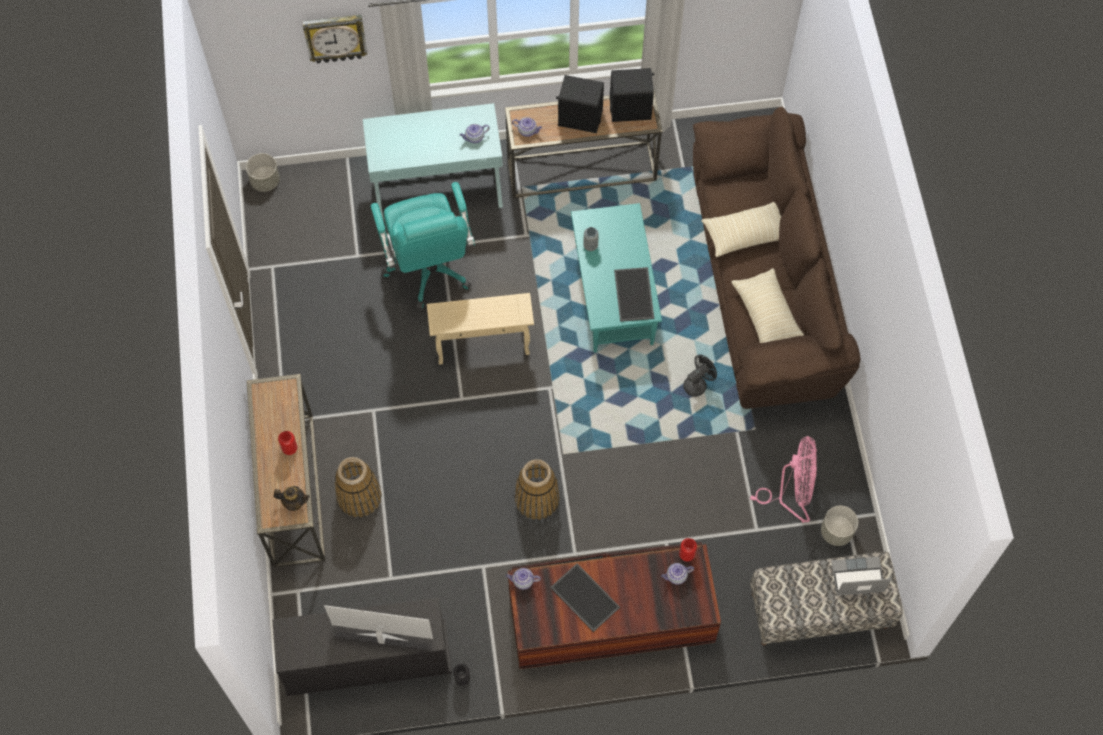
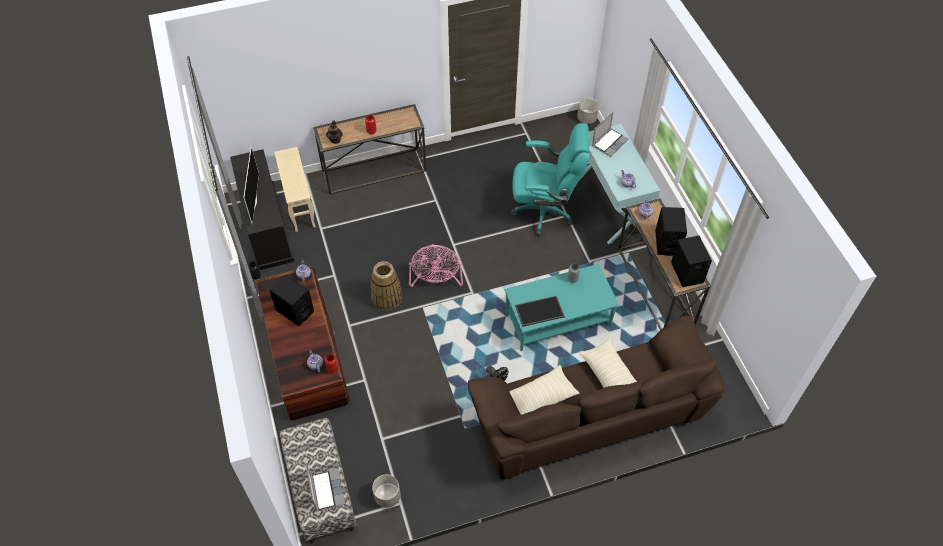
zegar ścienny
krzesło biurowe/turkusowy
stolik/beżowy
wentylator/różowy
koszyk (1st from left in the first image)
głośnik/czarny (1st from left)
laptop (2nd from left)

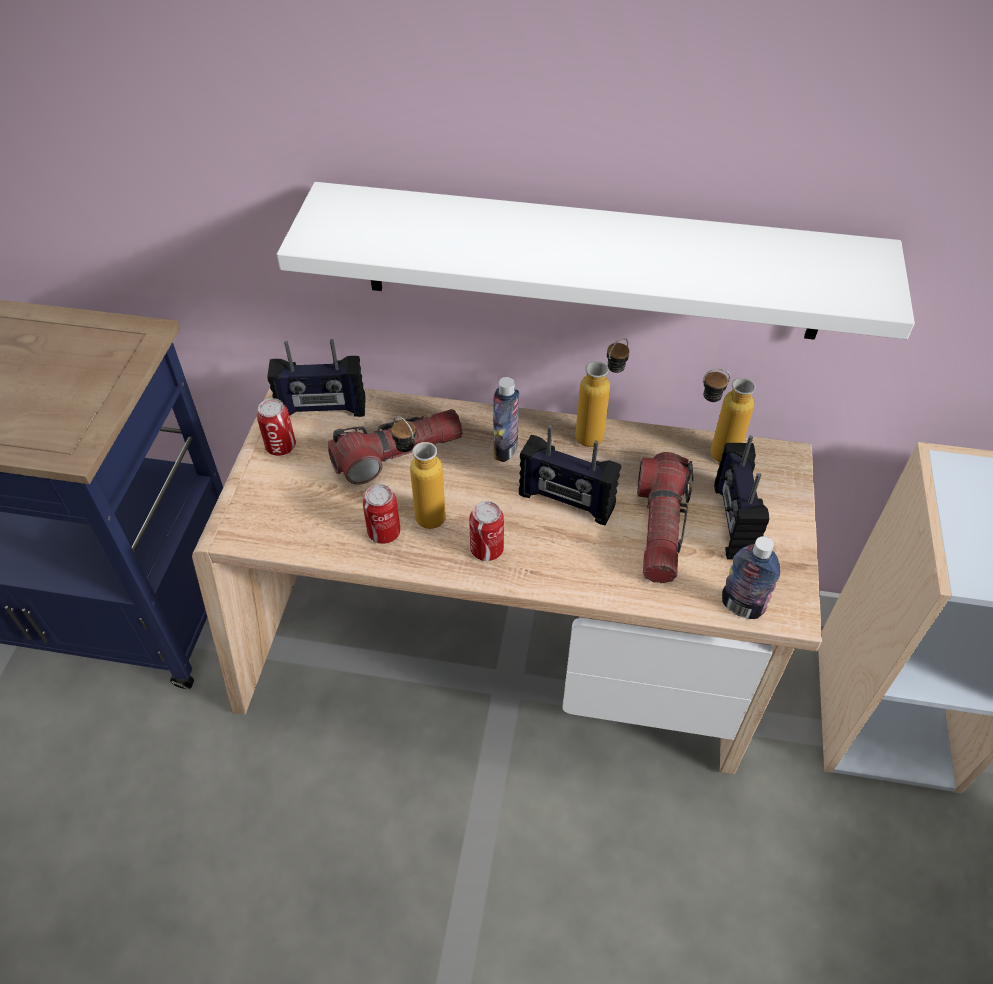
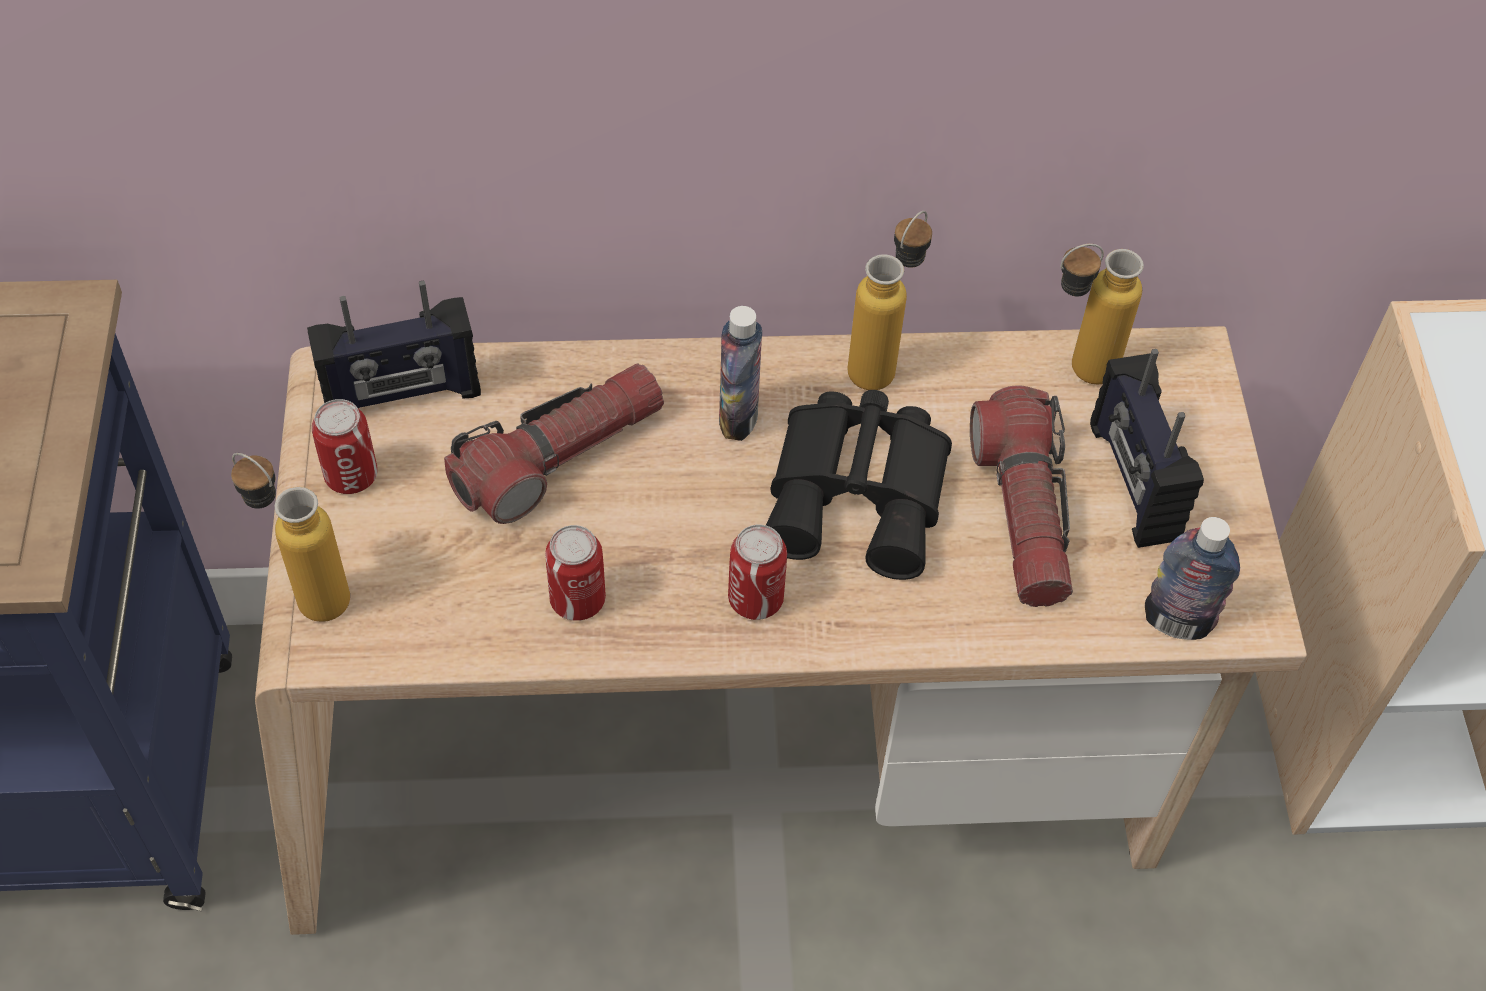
półka/biały
butelka (1st from left)
lornetka/czarny

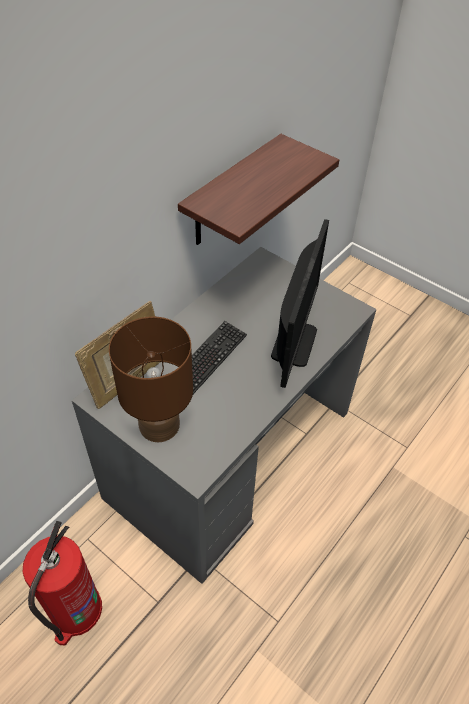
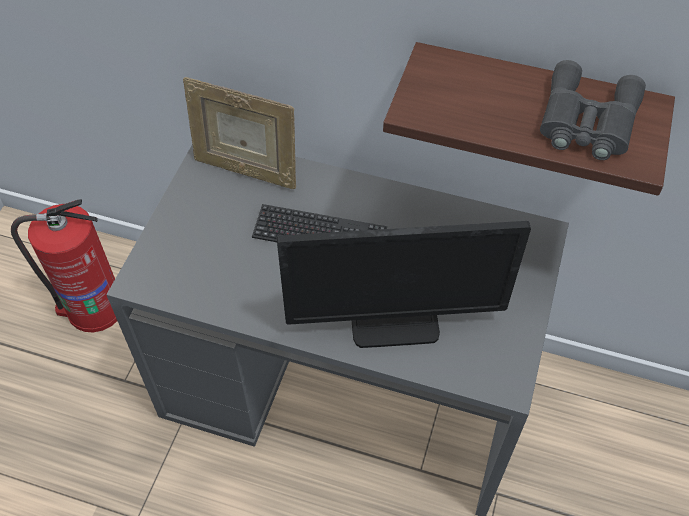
lampa stołowa/brązowy
lornetka/szary

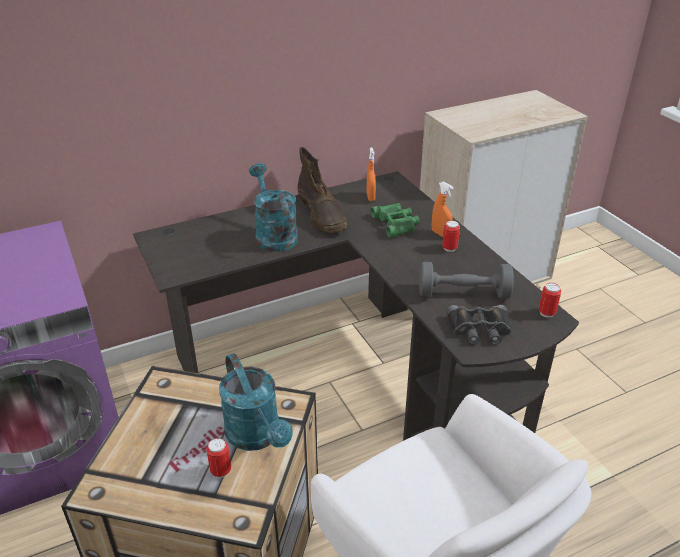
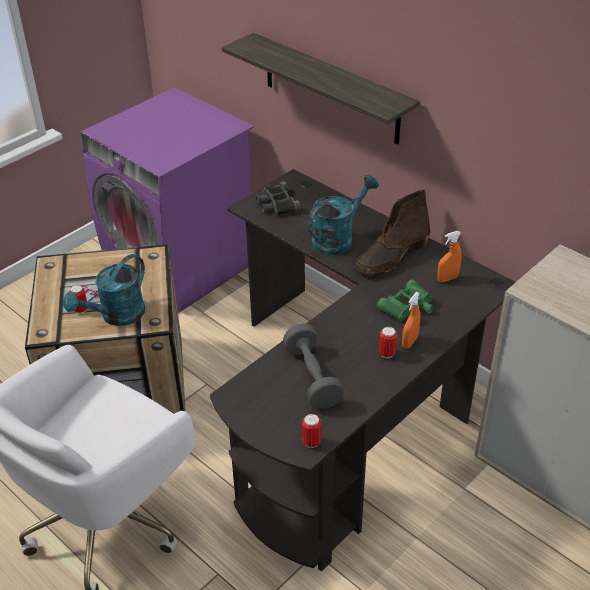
lornetka/czarny
półka

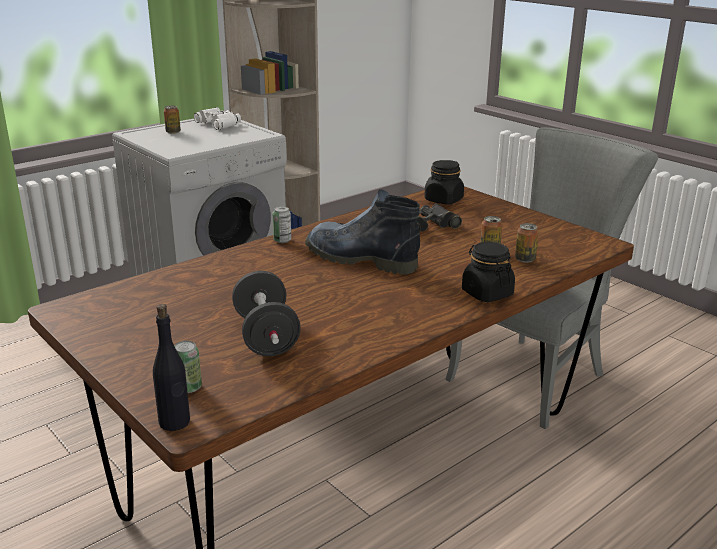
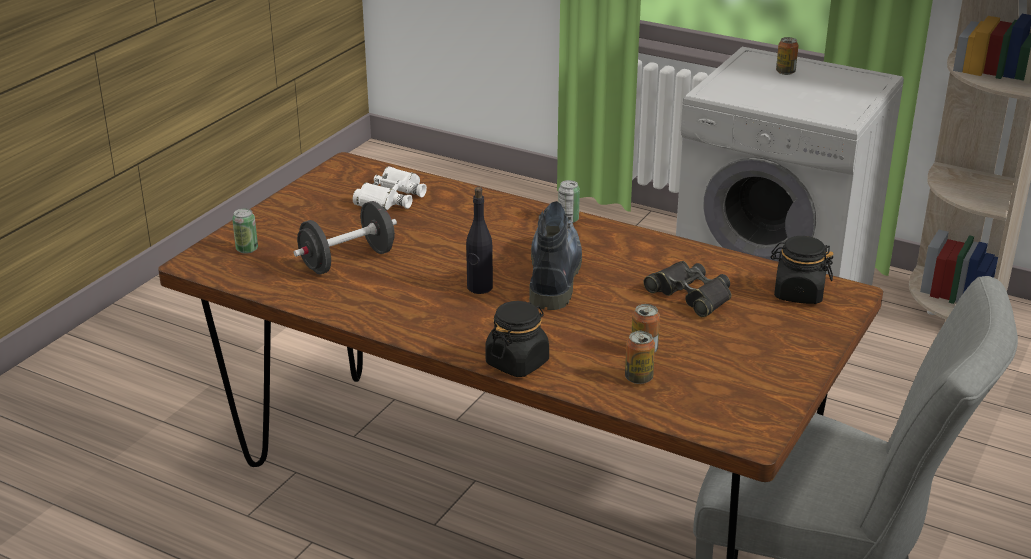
lornetka/biały
butelka/czarny

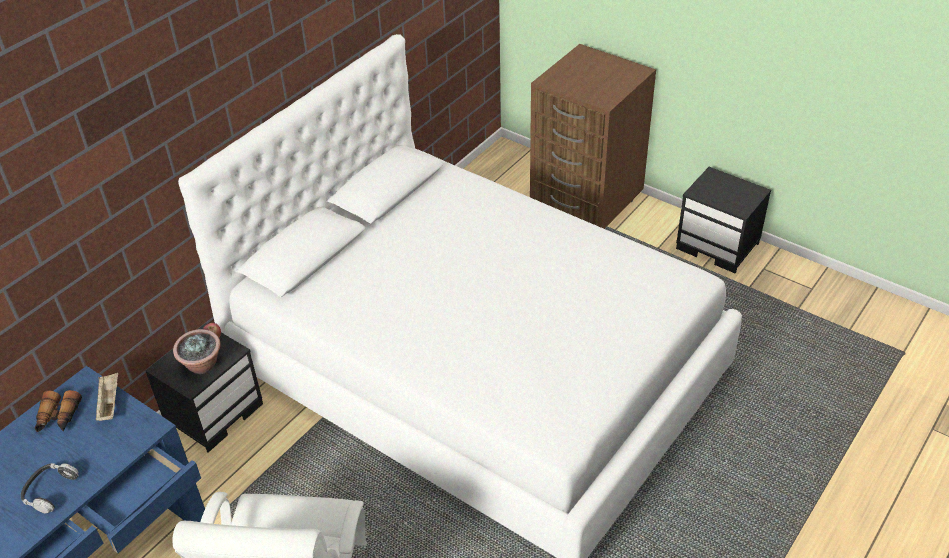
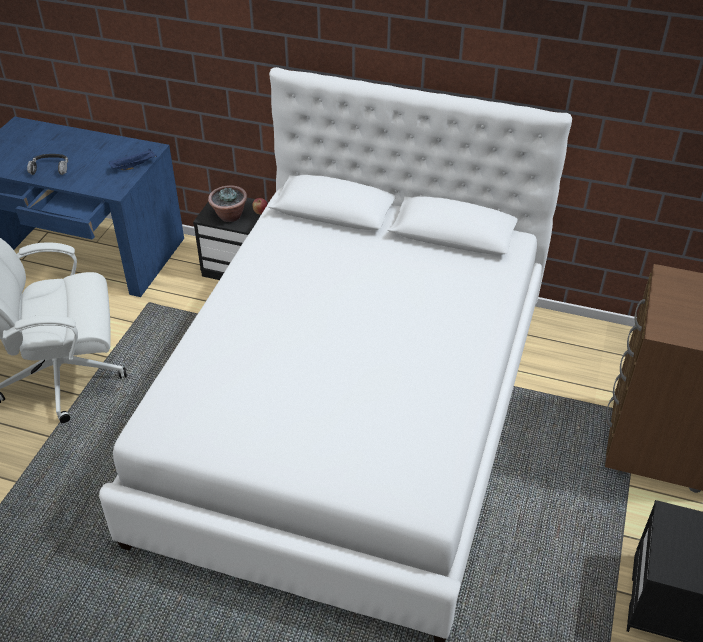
taca/niebieski
lornetka

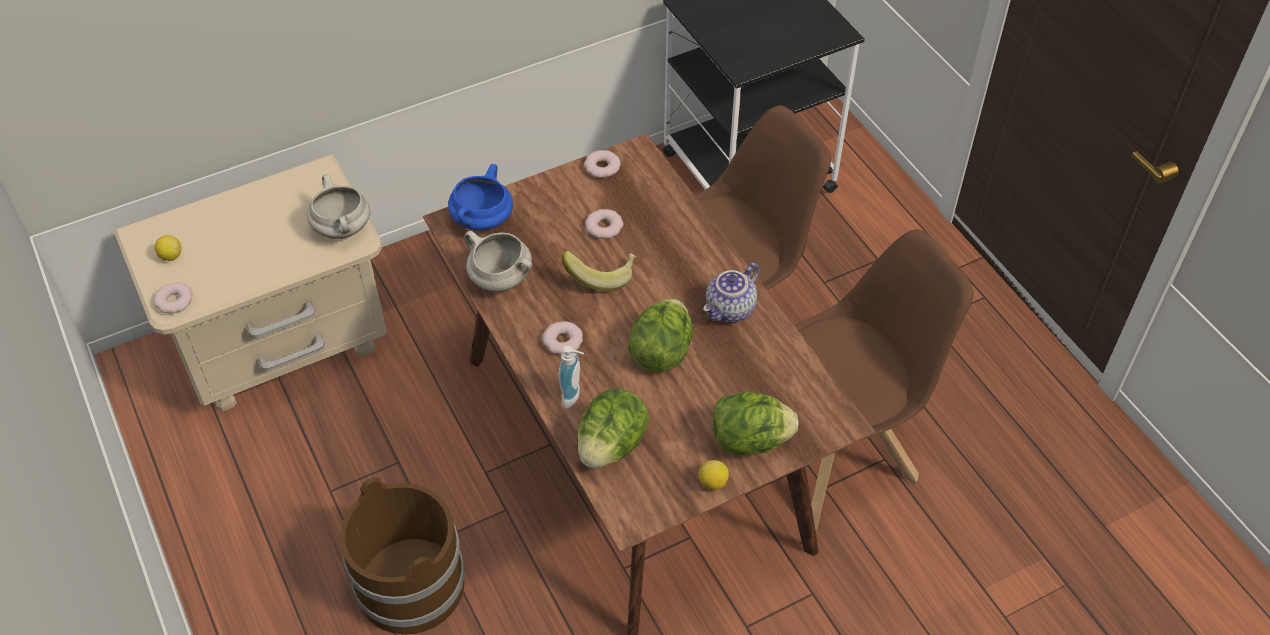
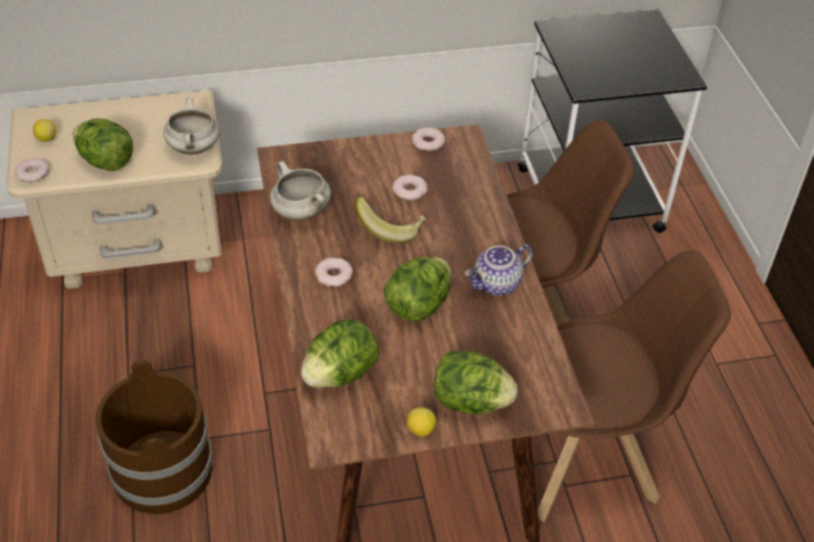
garnek/niebieski
dozownik mydła
sałata (1st from left)

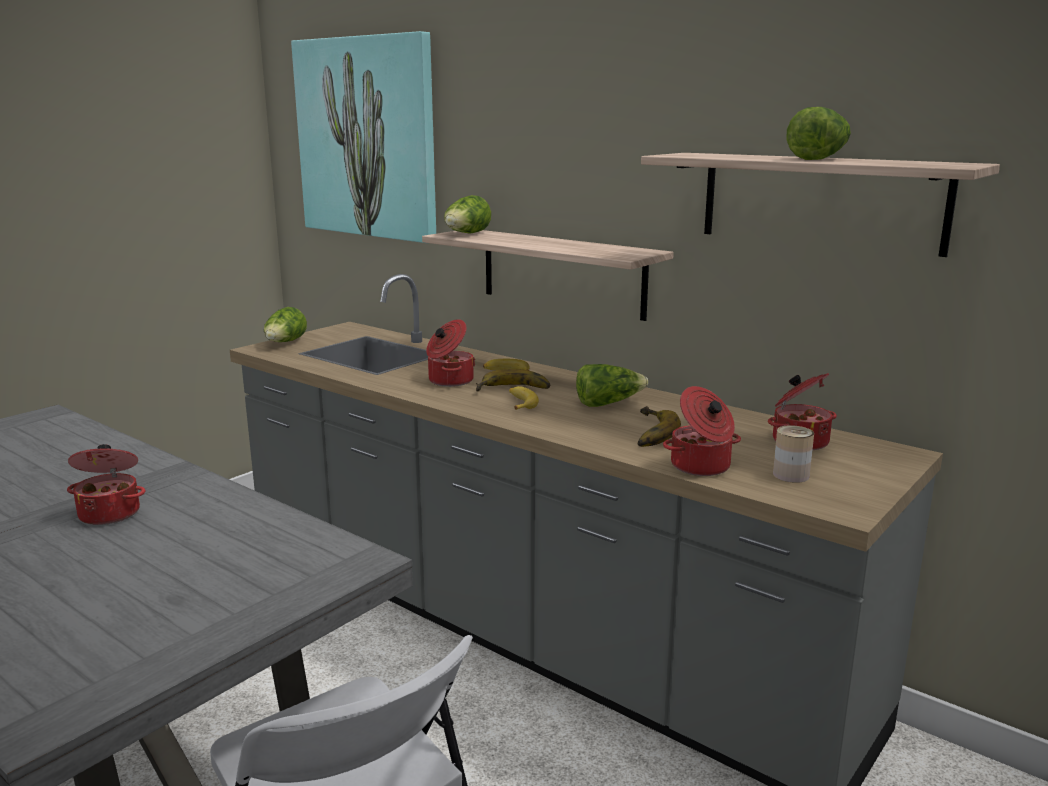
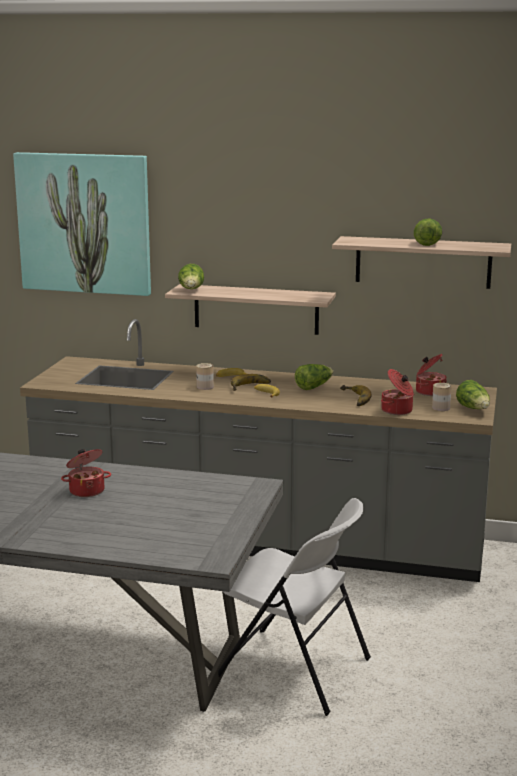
sałata (4th from left)
puszka (1st from left)

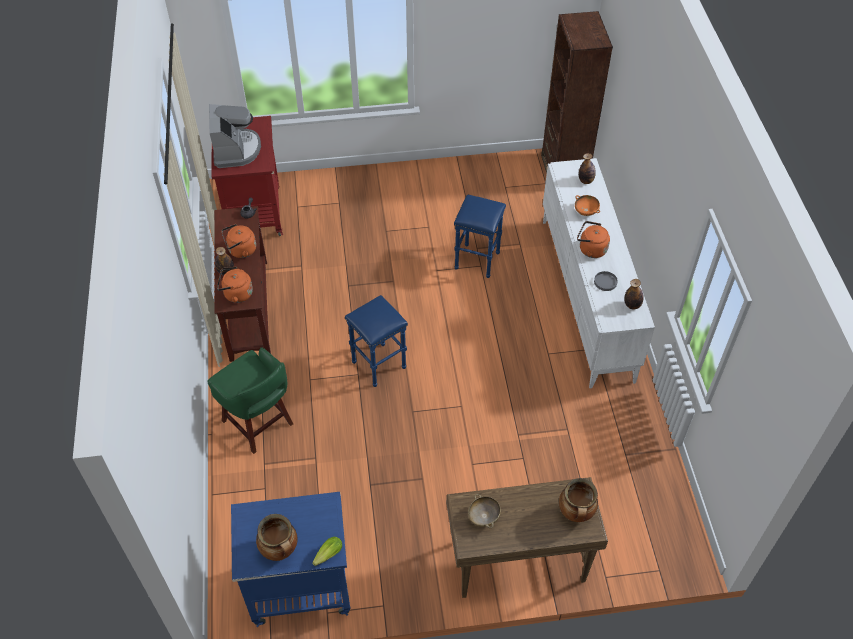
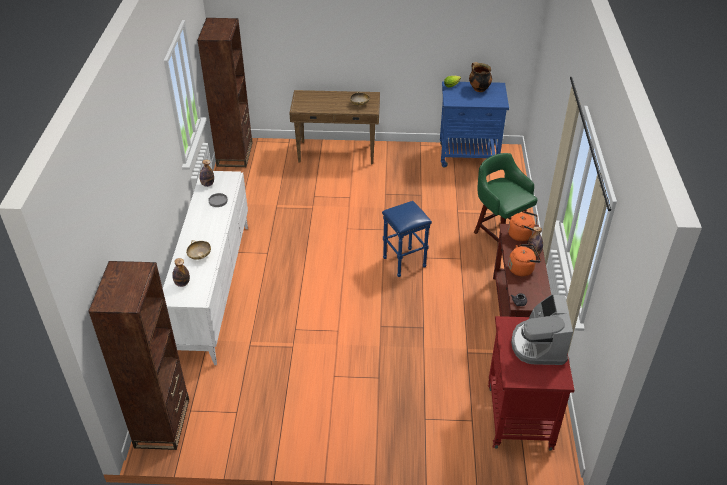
stołek/niebieski (2nd from left in the first image)
miska/beżowy (1st from left)
czajnik/pomarańczowy (3rd from left in the first image)
garnek (2nd from left in the first image)
regał/brązowy (2nd from left)

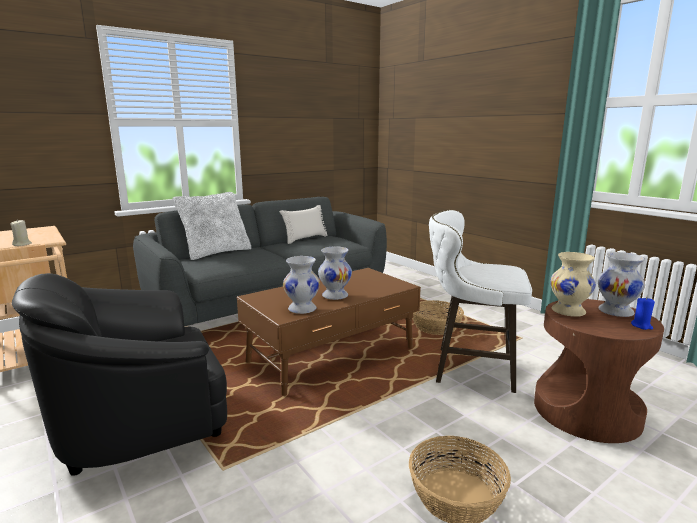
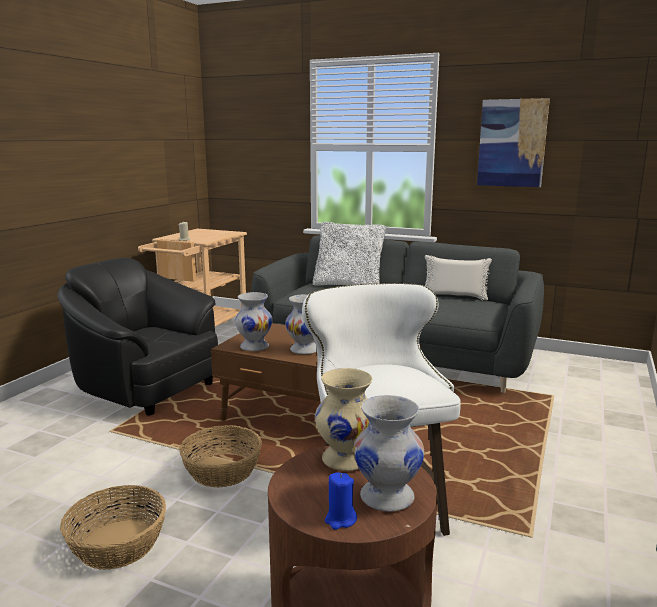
koszyk (2nd from left)
obraz

